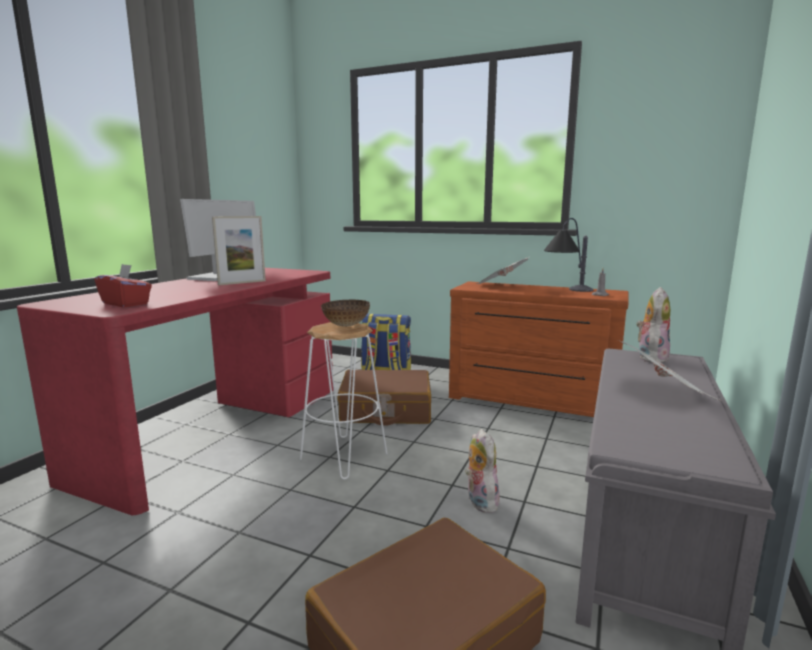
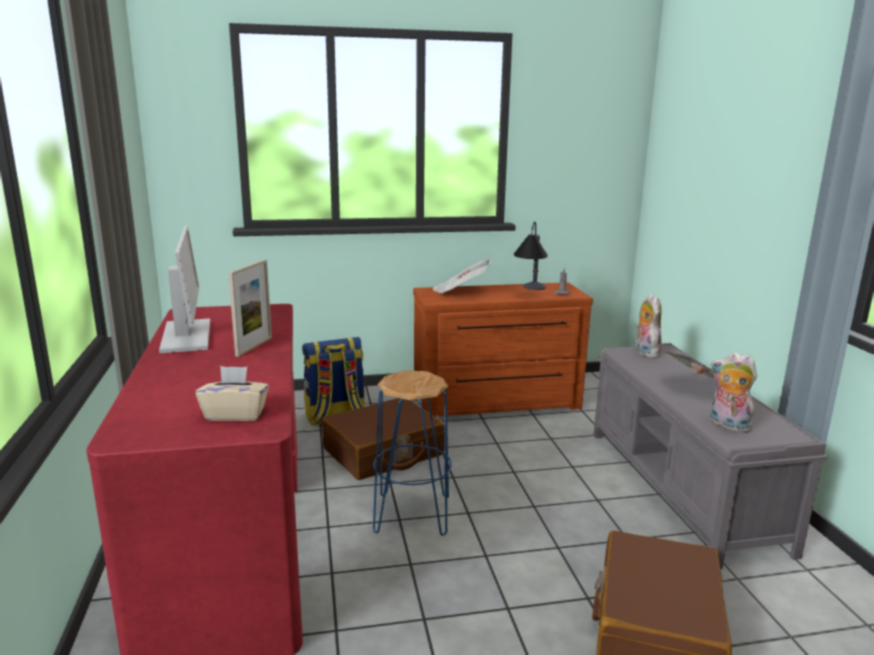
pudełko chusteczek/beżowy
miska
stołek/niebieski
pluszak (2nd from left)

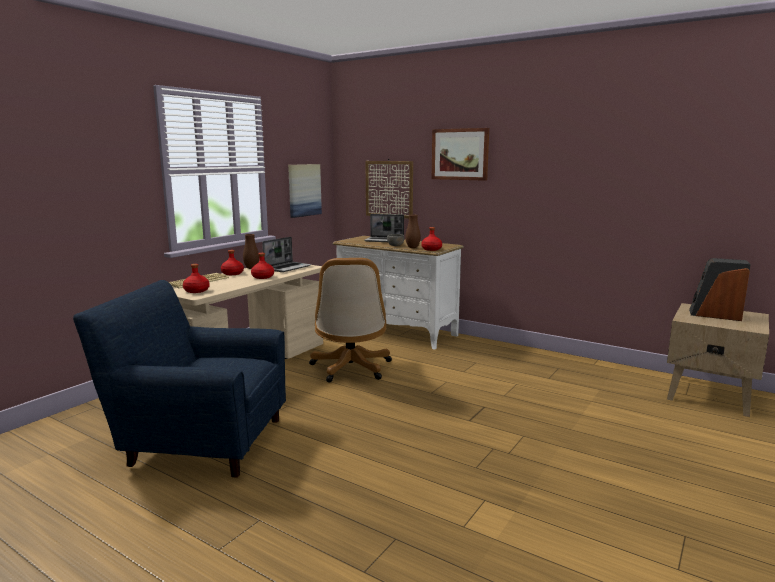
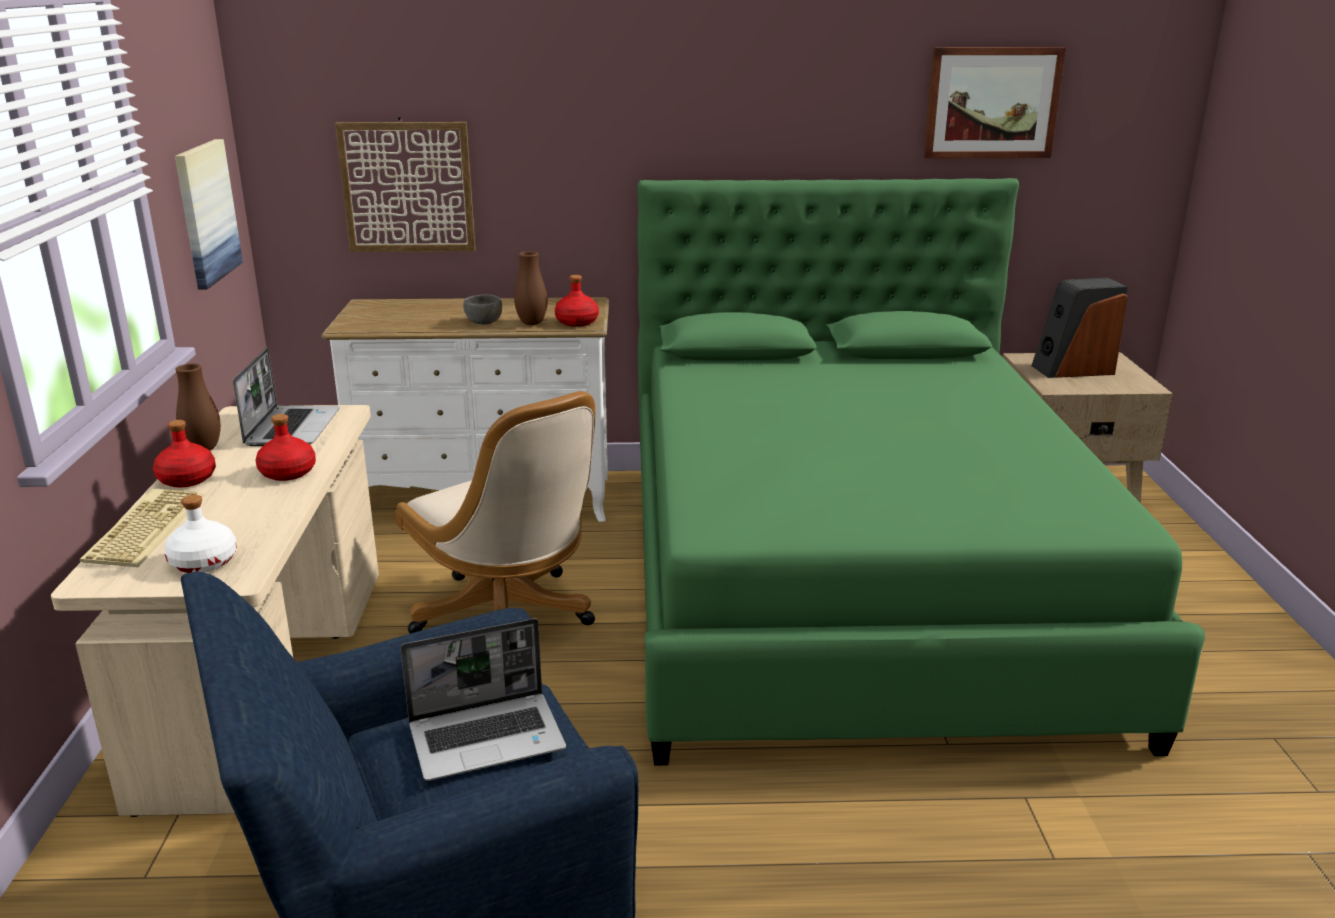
obraz (3rd from left)
laptop (2nd from left)
butelka/biały
łóżko/zielony

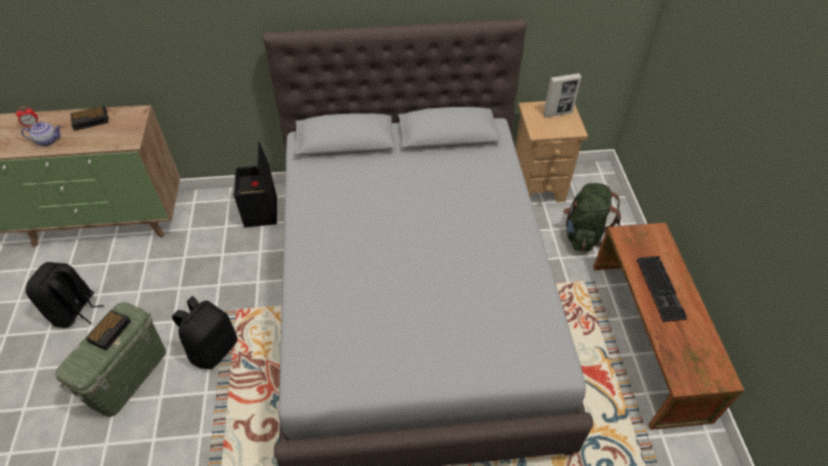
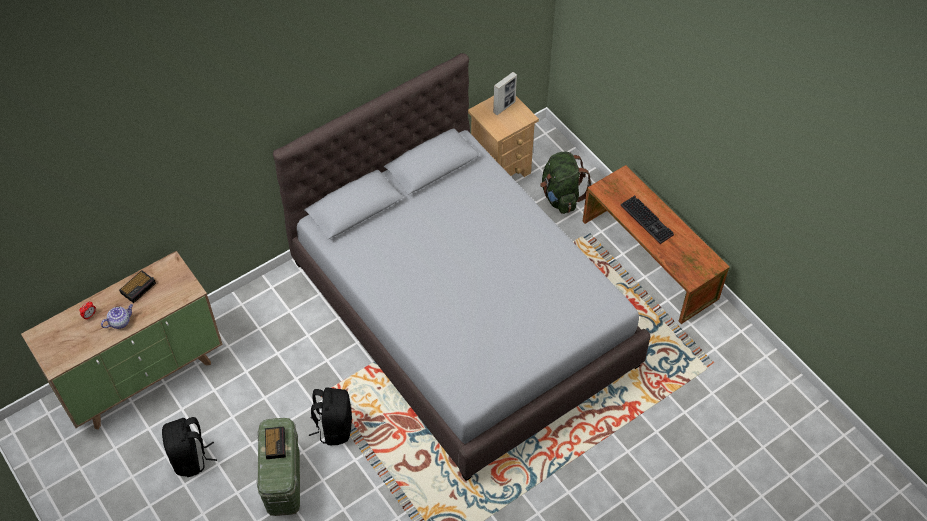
pojemnik do przechowywania/czarny

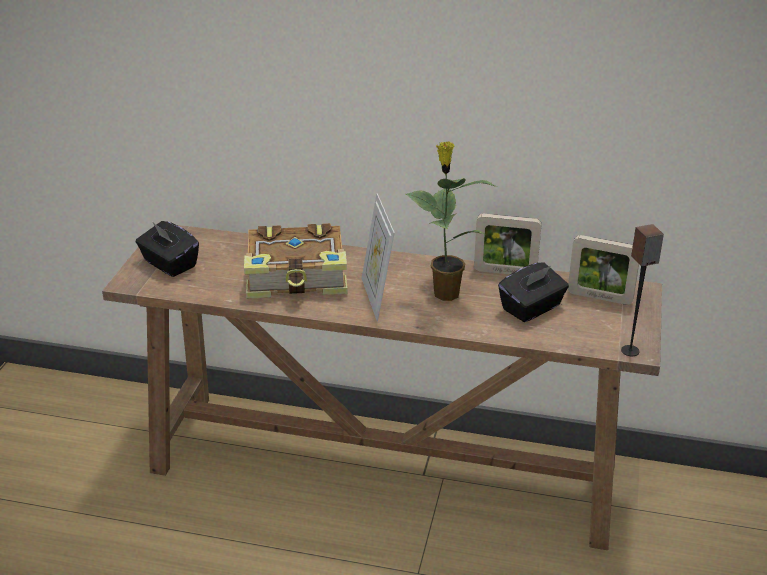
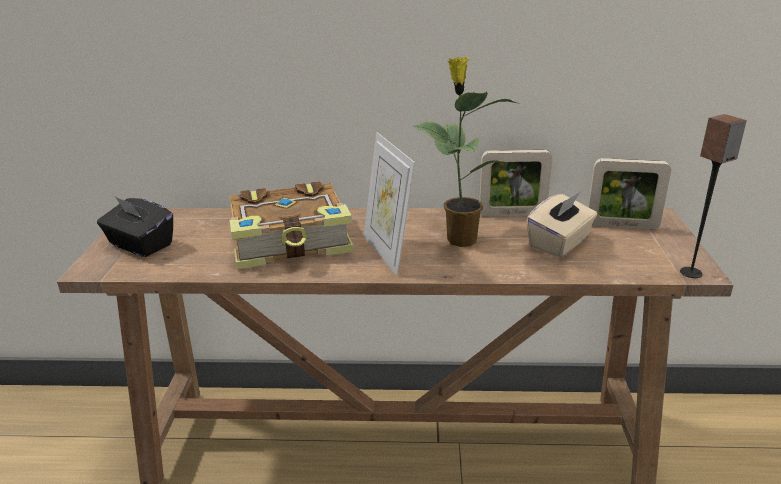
pudełko chusteczek/beżowy

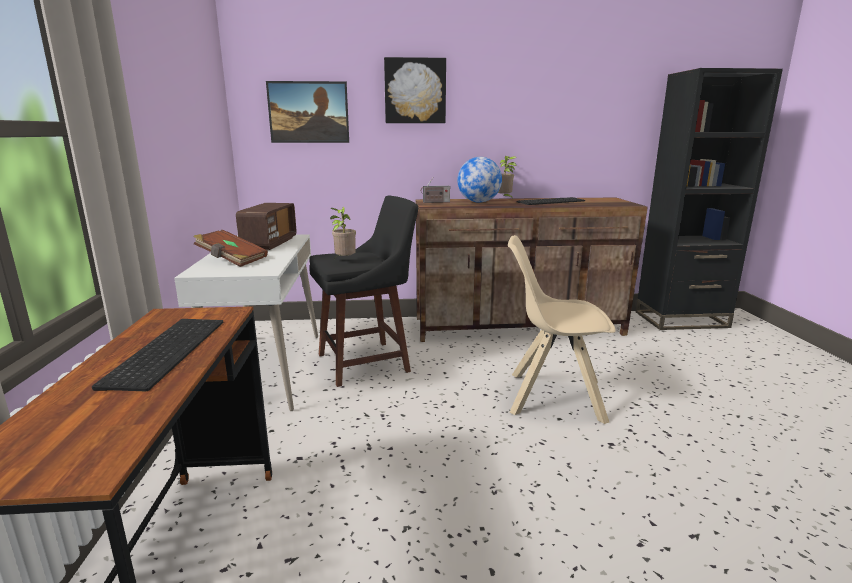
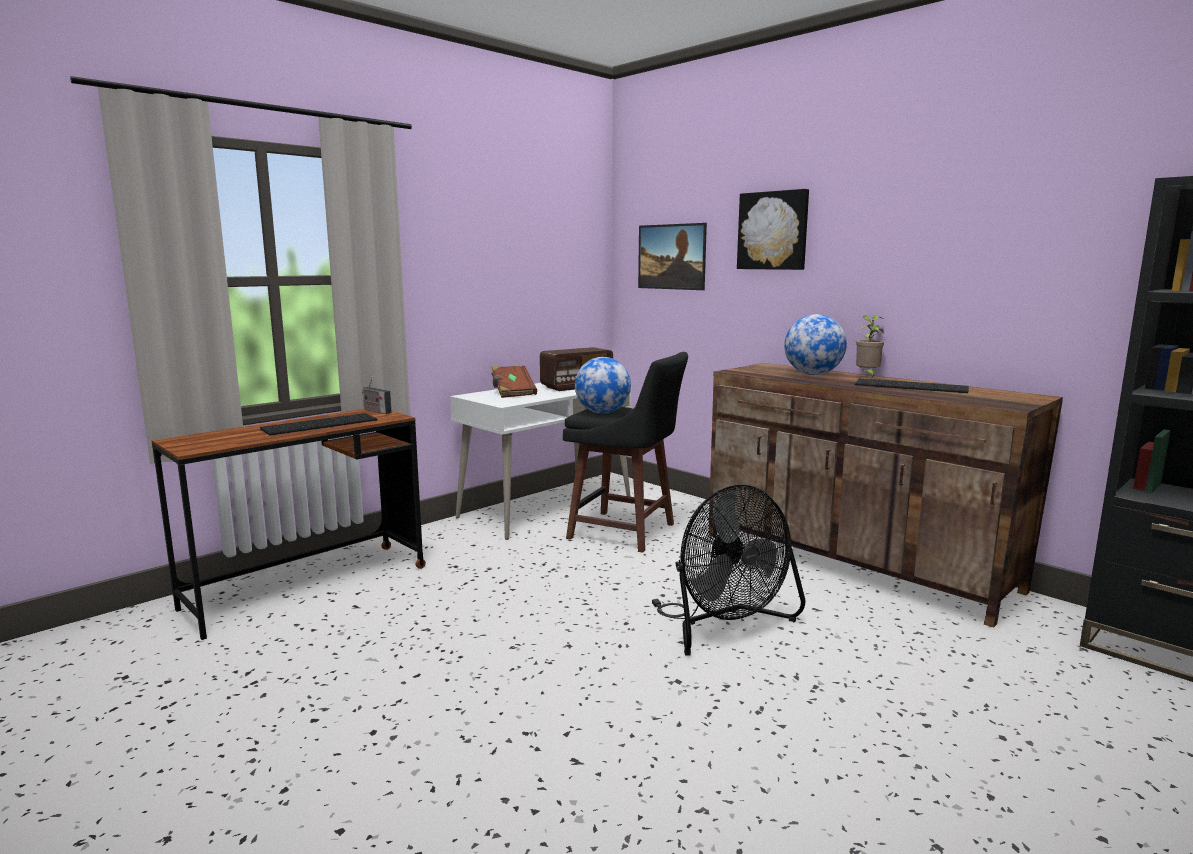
radio (1st from left)
globus (1st from left)
wentylator/czarny

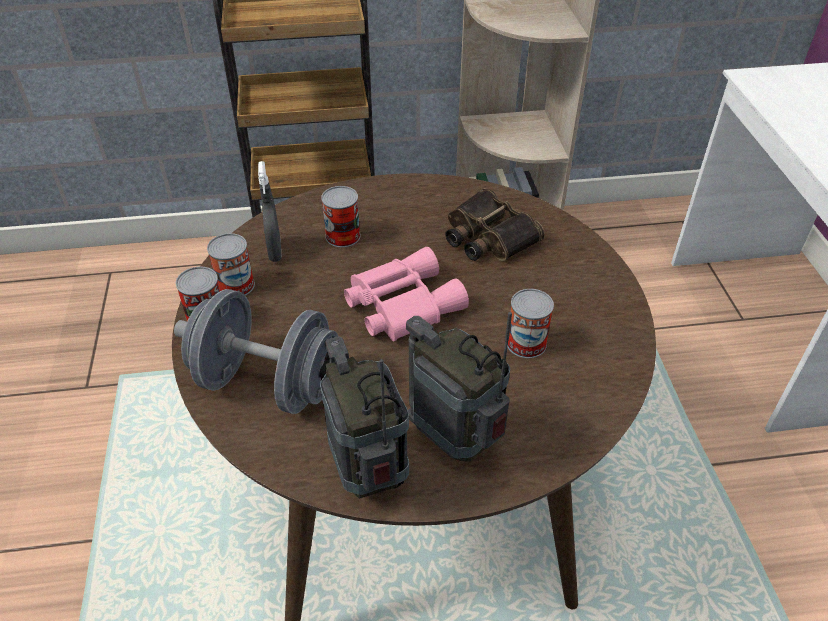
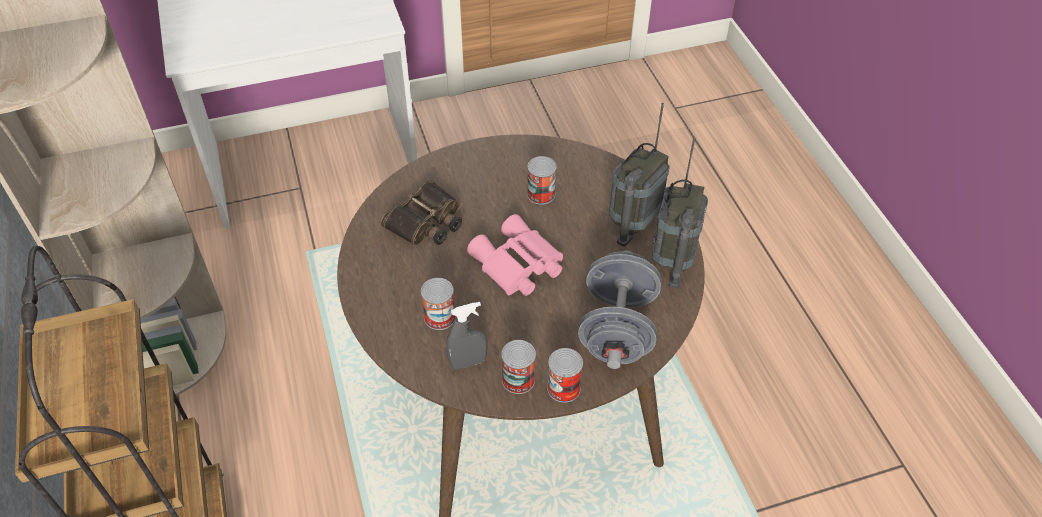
radio (2nd from left)

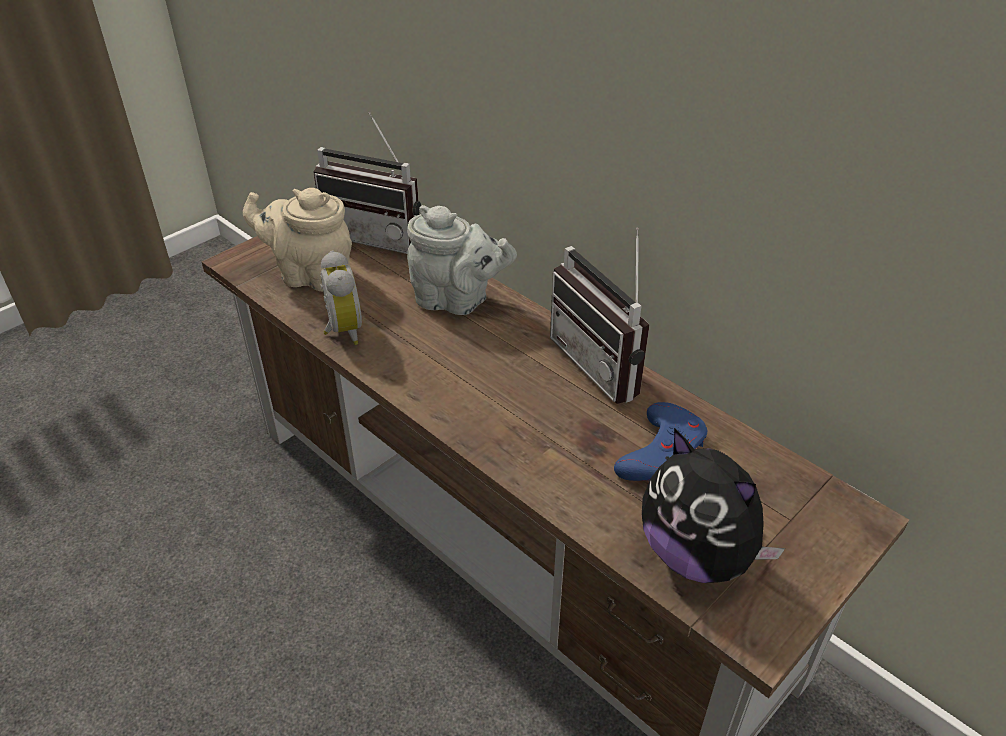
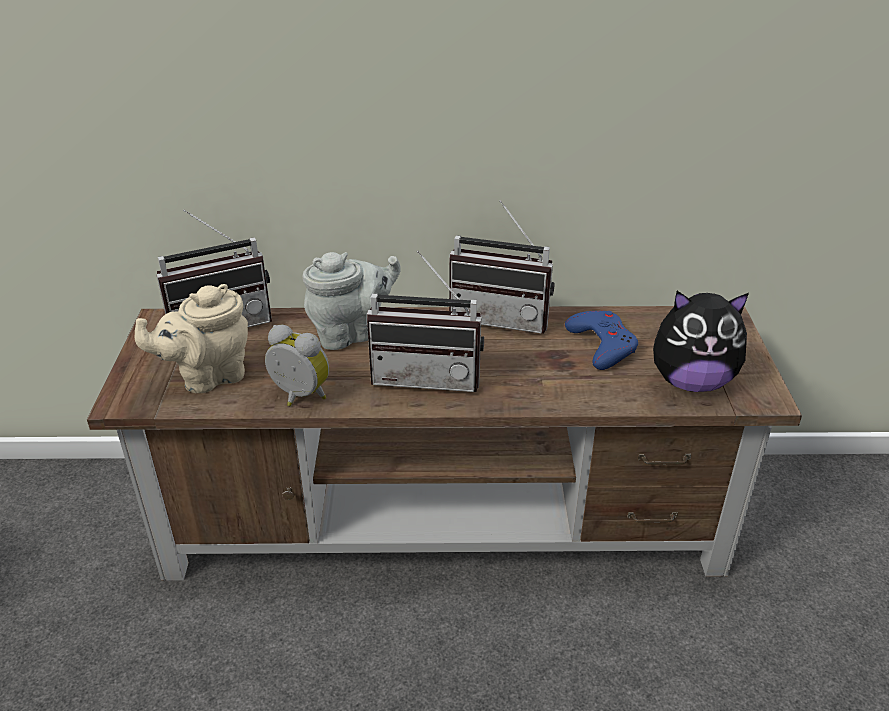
radio (2nd from left)

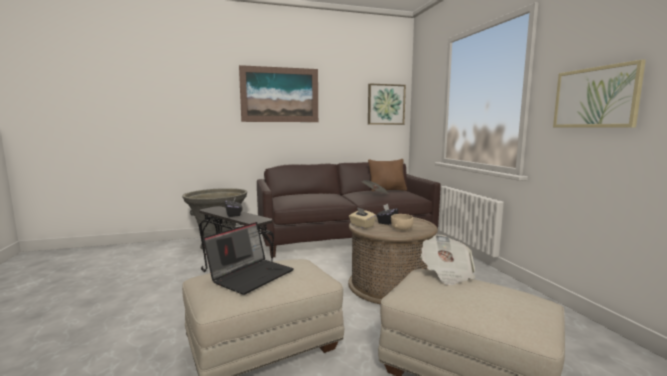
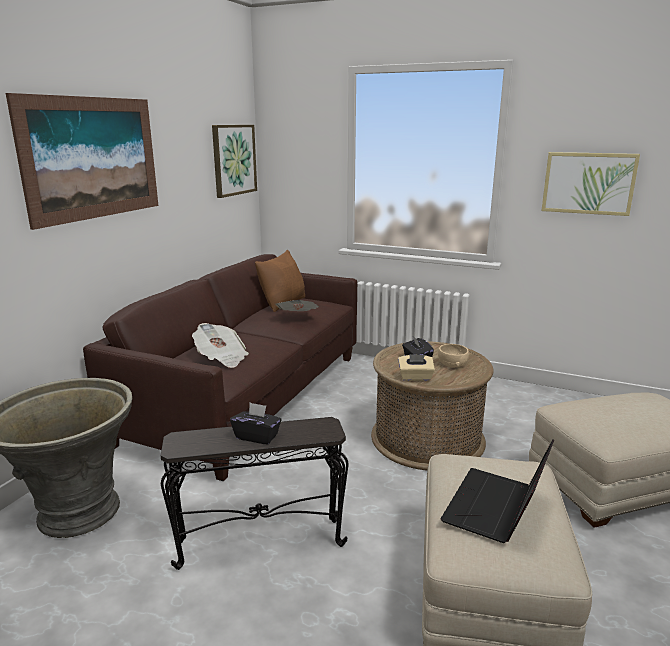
laptop
gazeta (1st from left)

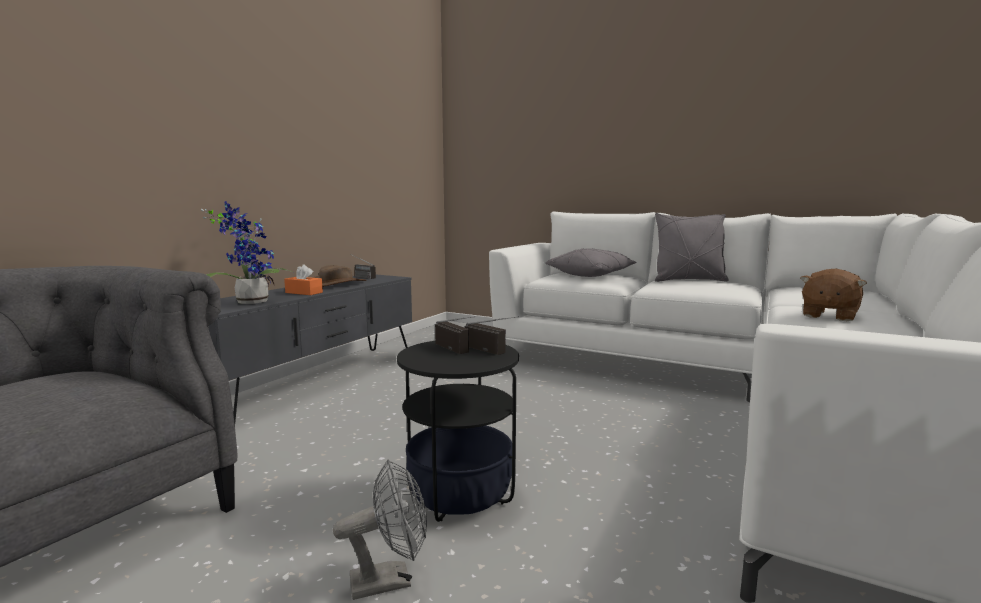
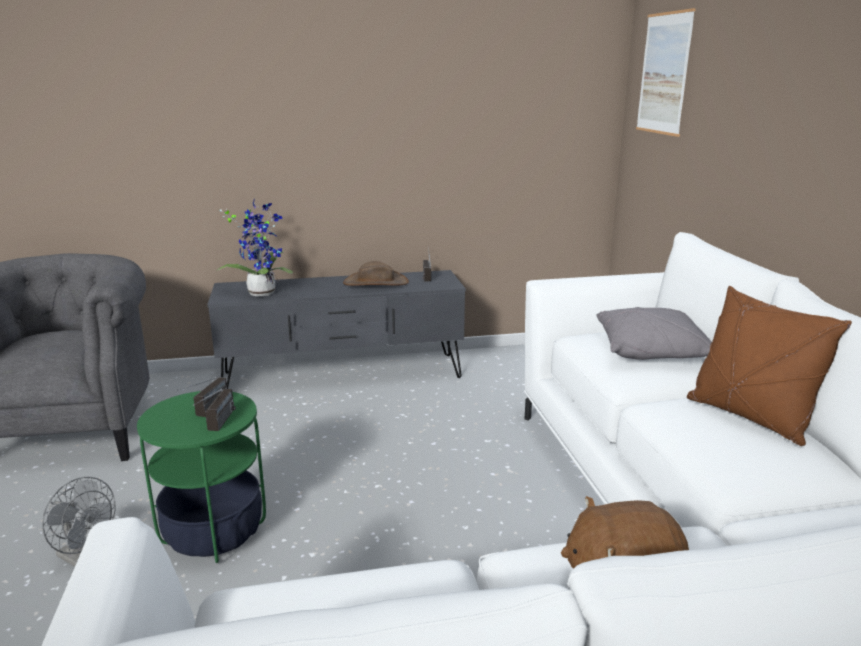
poduszka/brązowy
pudełko chusteczek/pomarańczowy
stolik/zielony
obraz

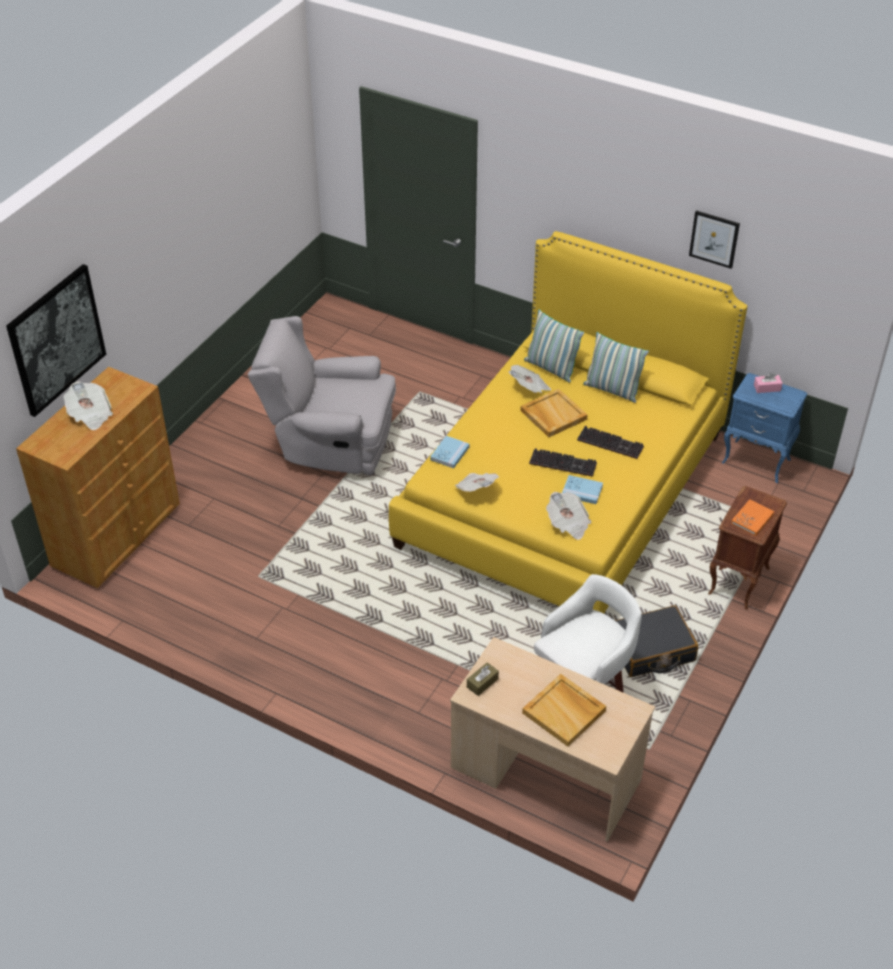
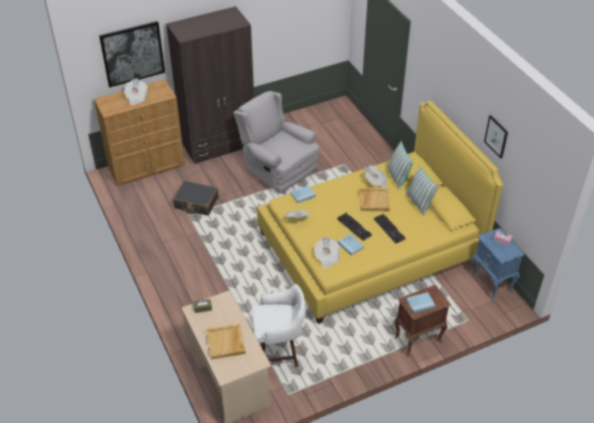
książka/niebieski (3rd from left)
walizka/czarny
szafa/brązowy

